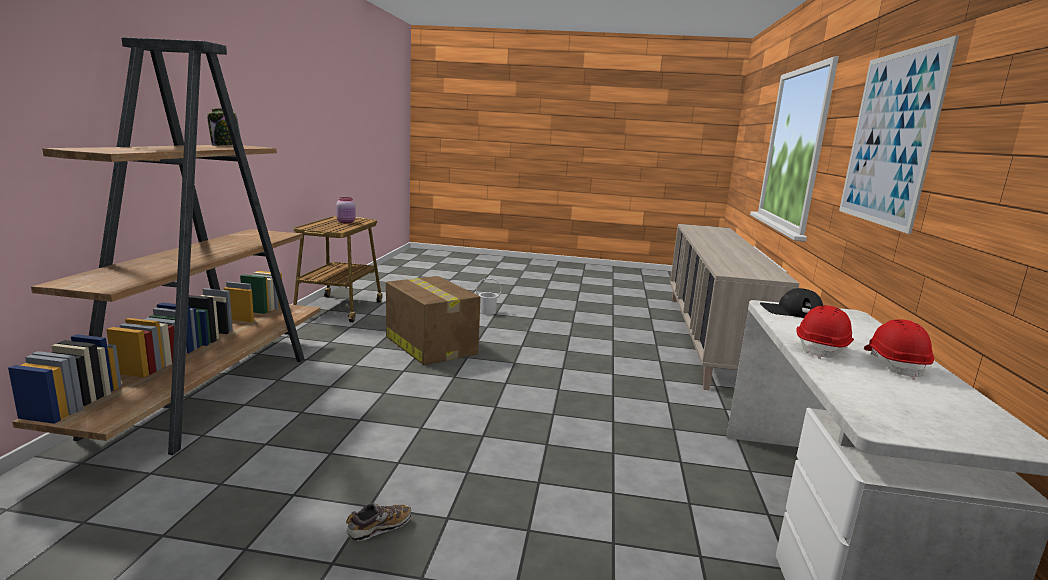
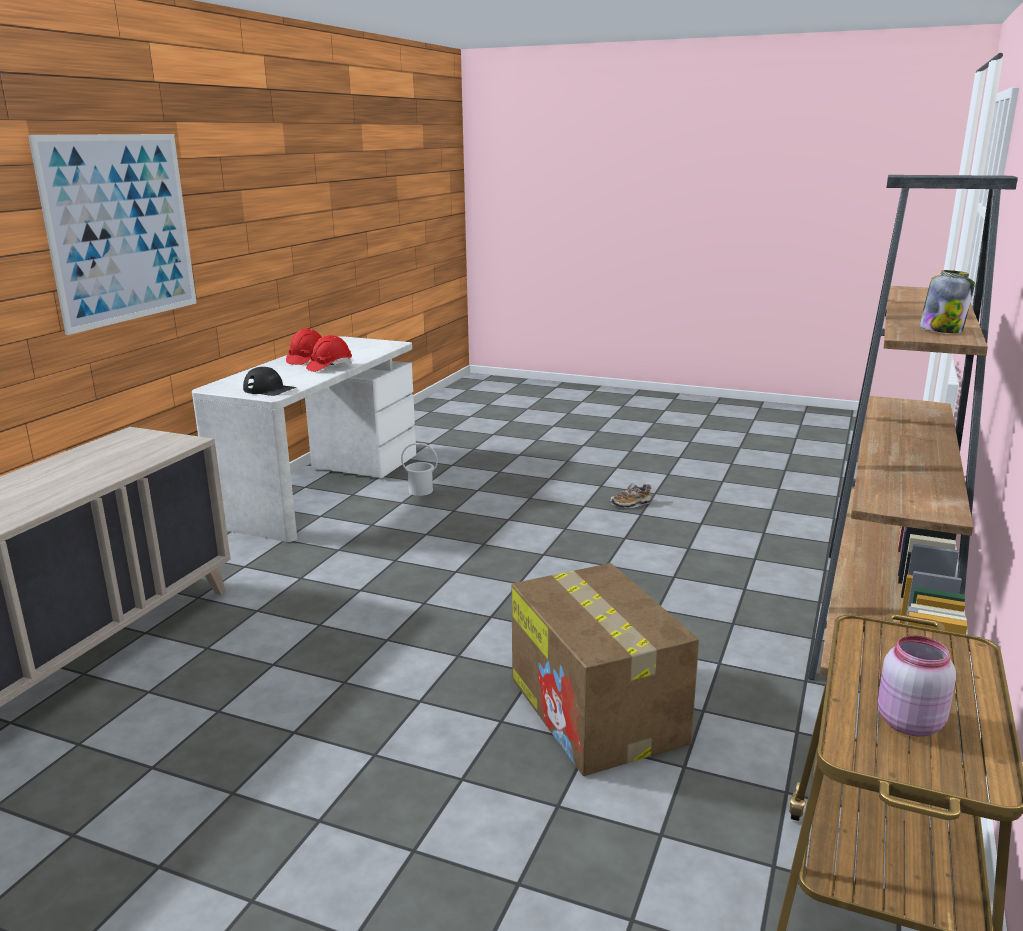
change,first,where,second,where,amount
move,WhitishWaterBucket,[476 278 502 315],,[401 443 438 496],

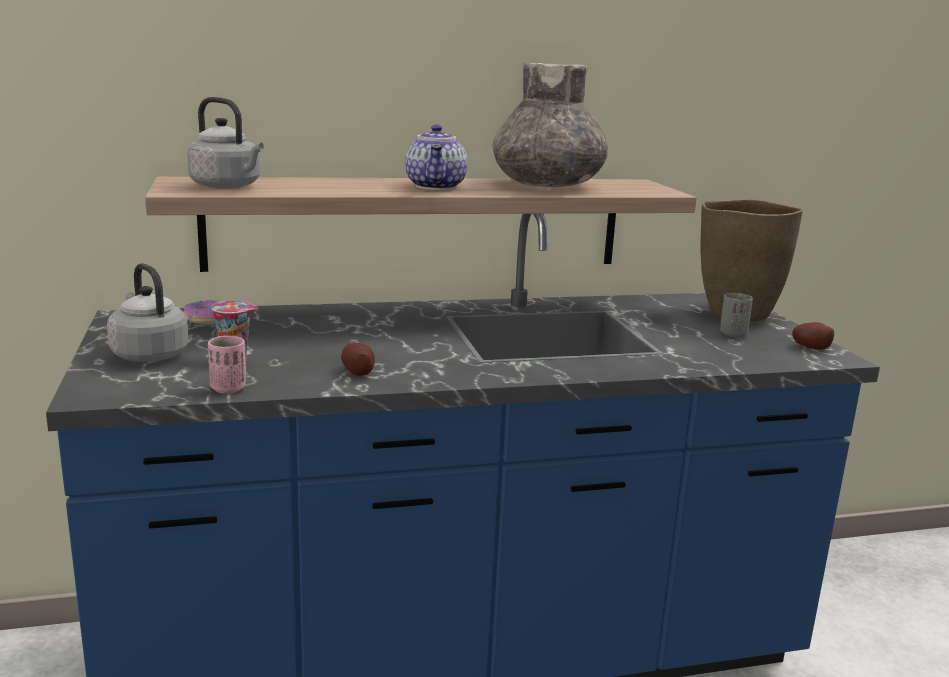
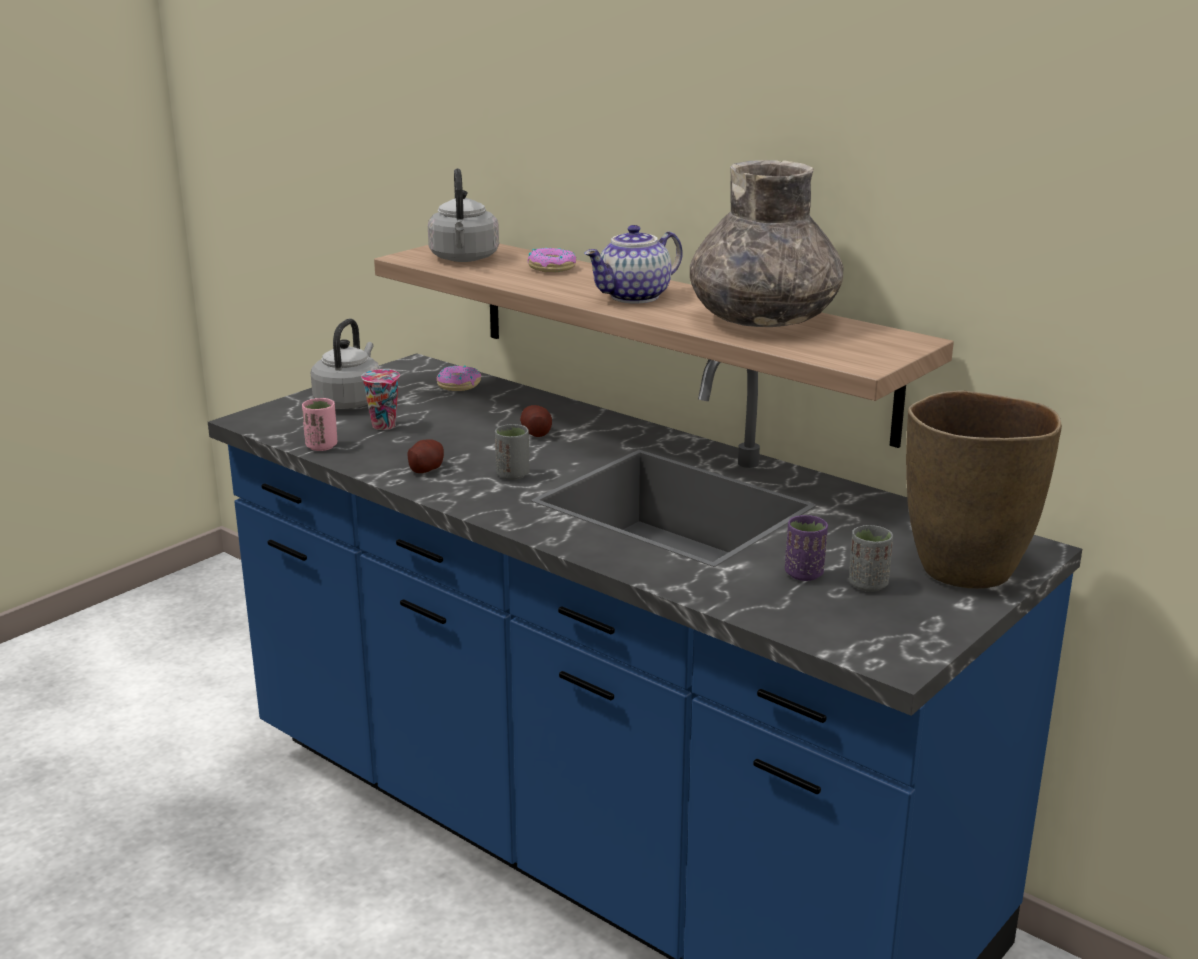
change,first,where,second,where,amount
move,Spud,[792 322 834 350],,[520 405 552 437],
insert,,,RingDoughnut,[528 248 576 273],
insert,,,GreyCup,[495 424 529 480],
insert,,,PurpleColouredCup,[785 515 828 581],

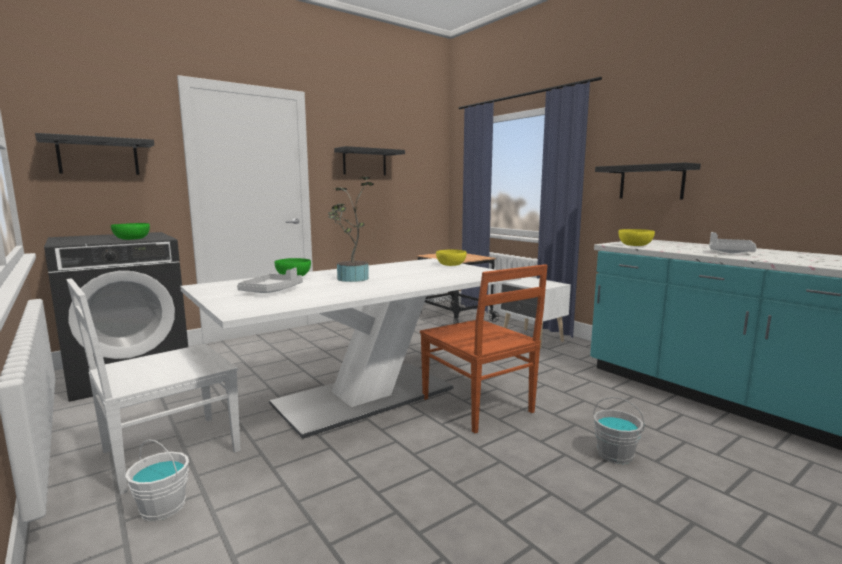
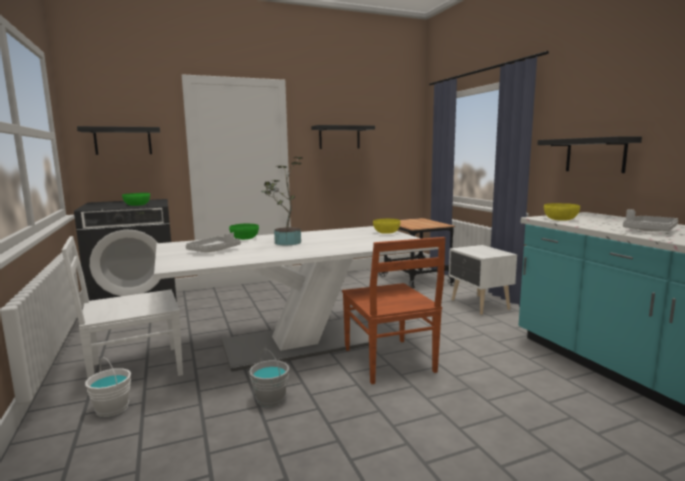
change,first,where,second,where,amount
move,GreyWaterBucket,[593 397 645 464],,[249 349 289 407],

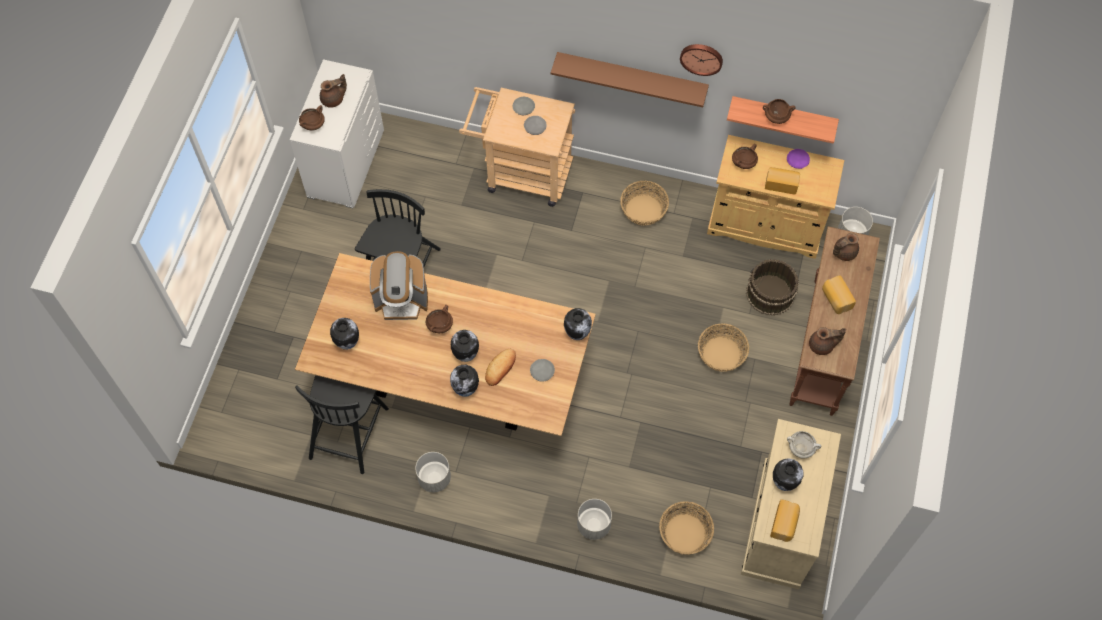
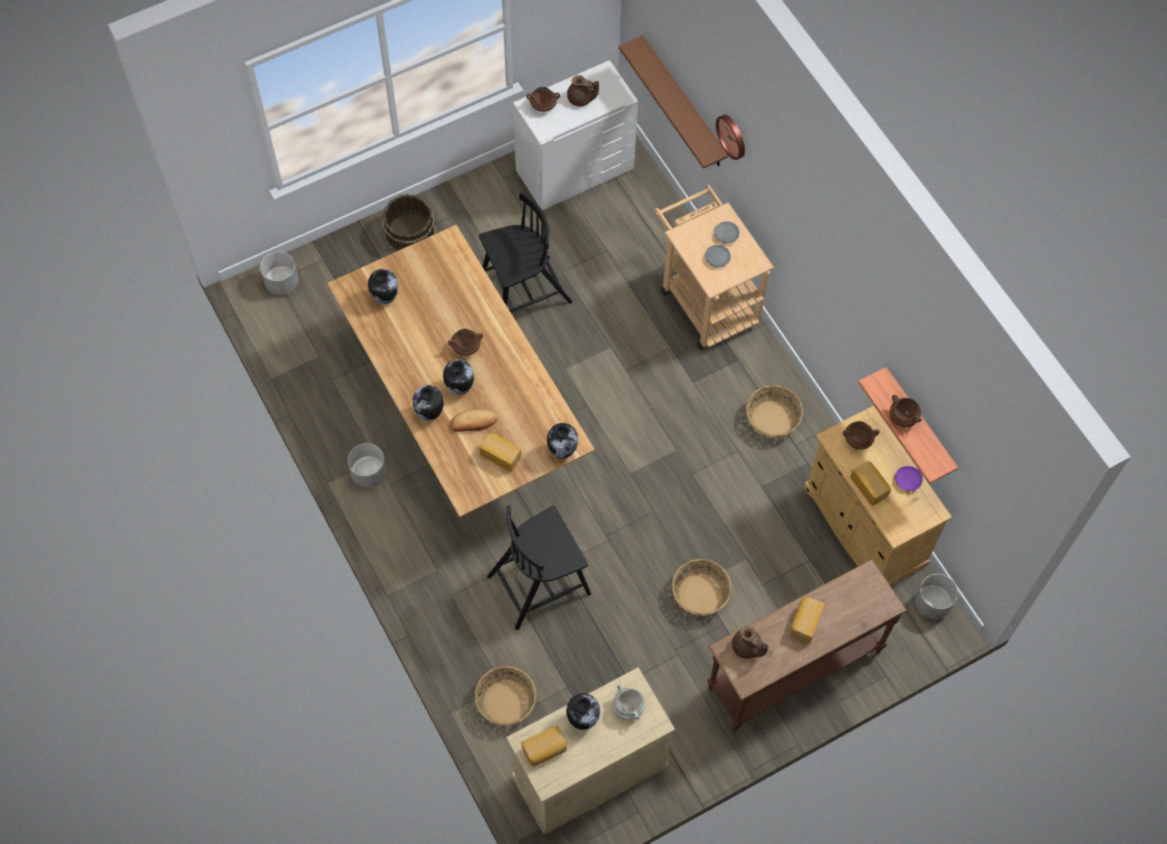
change,first,where,second,where,amount
move,HangingClock,[680 44 723 76],,[716 115 745 160],
move,BrownShelf,[551 52 709 107],,[619 35 728 169],
delete,BrownPotForTea,[833 233 859 261],,,
delete,CoffeeMachine,[370 251 428 320],,,
move,BrownWaterBucket,[746 259 799 316],,[382 194 436 252],
replace,GreyPlate,[530 359 555 382],BakeryBread,[479 433 521 472],
move,BlackUprightChair,[295 375 389 474],,[487 505 591 630],
move,GreyPlantPot,[577 499 612 540],,[260 252 298 295],

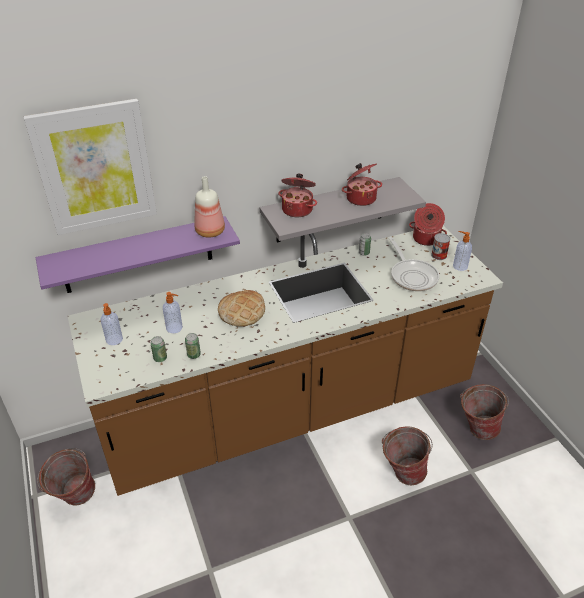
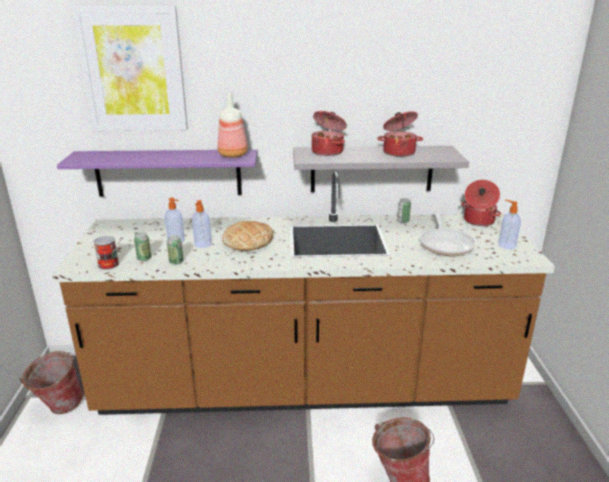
change,first,where,second,where,amount
move,MetalCan,[431 233 451 260],,[94 236 119 270],
move,SoapBottle,[101 303 123 345],,[192 200 212 248],
delete,WaterBucket,[460 384 509 440],,,

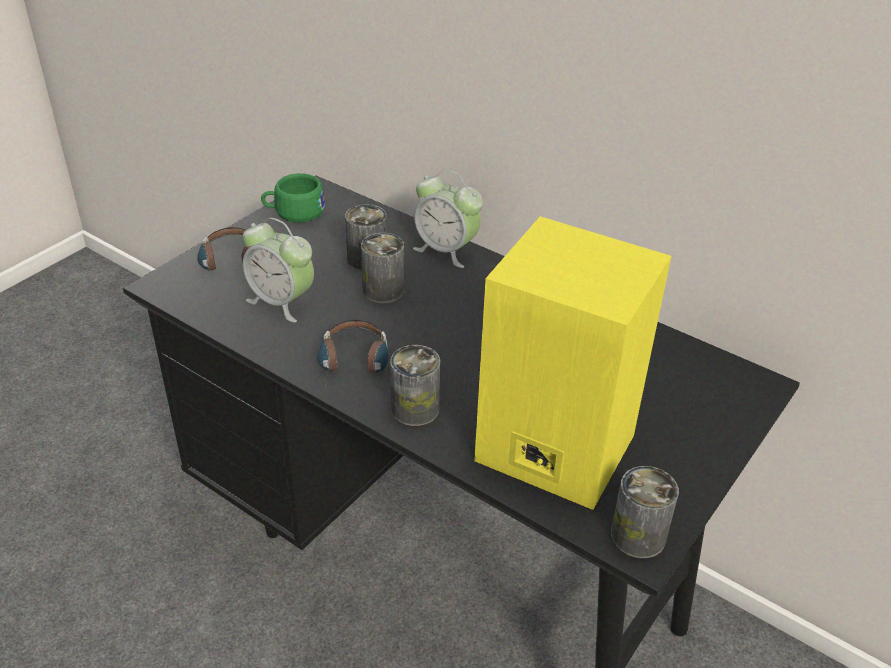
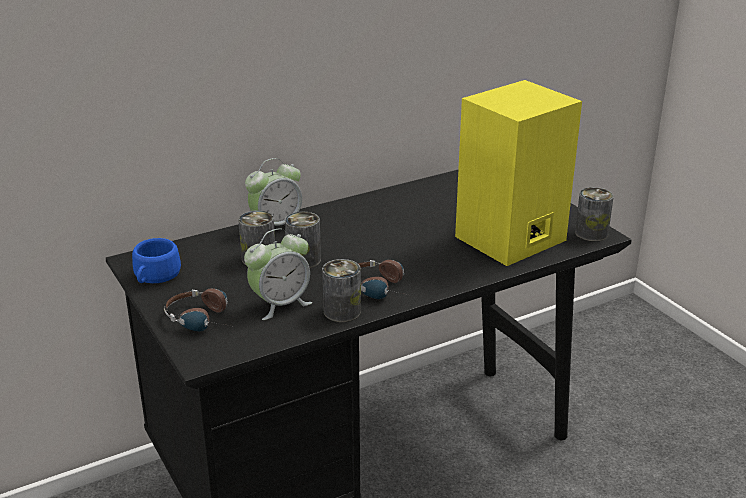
change,first,where,second,where,amount
recolor,GreenColouredCup,[261 173 325 223],BlueCup,[132 238 181 283],
move,MetalCan,[390 345 440 426],,[322 259 361 322],

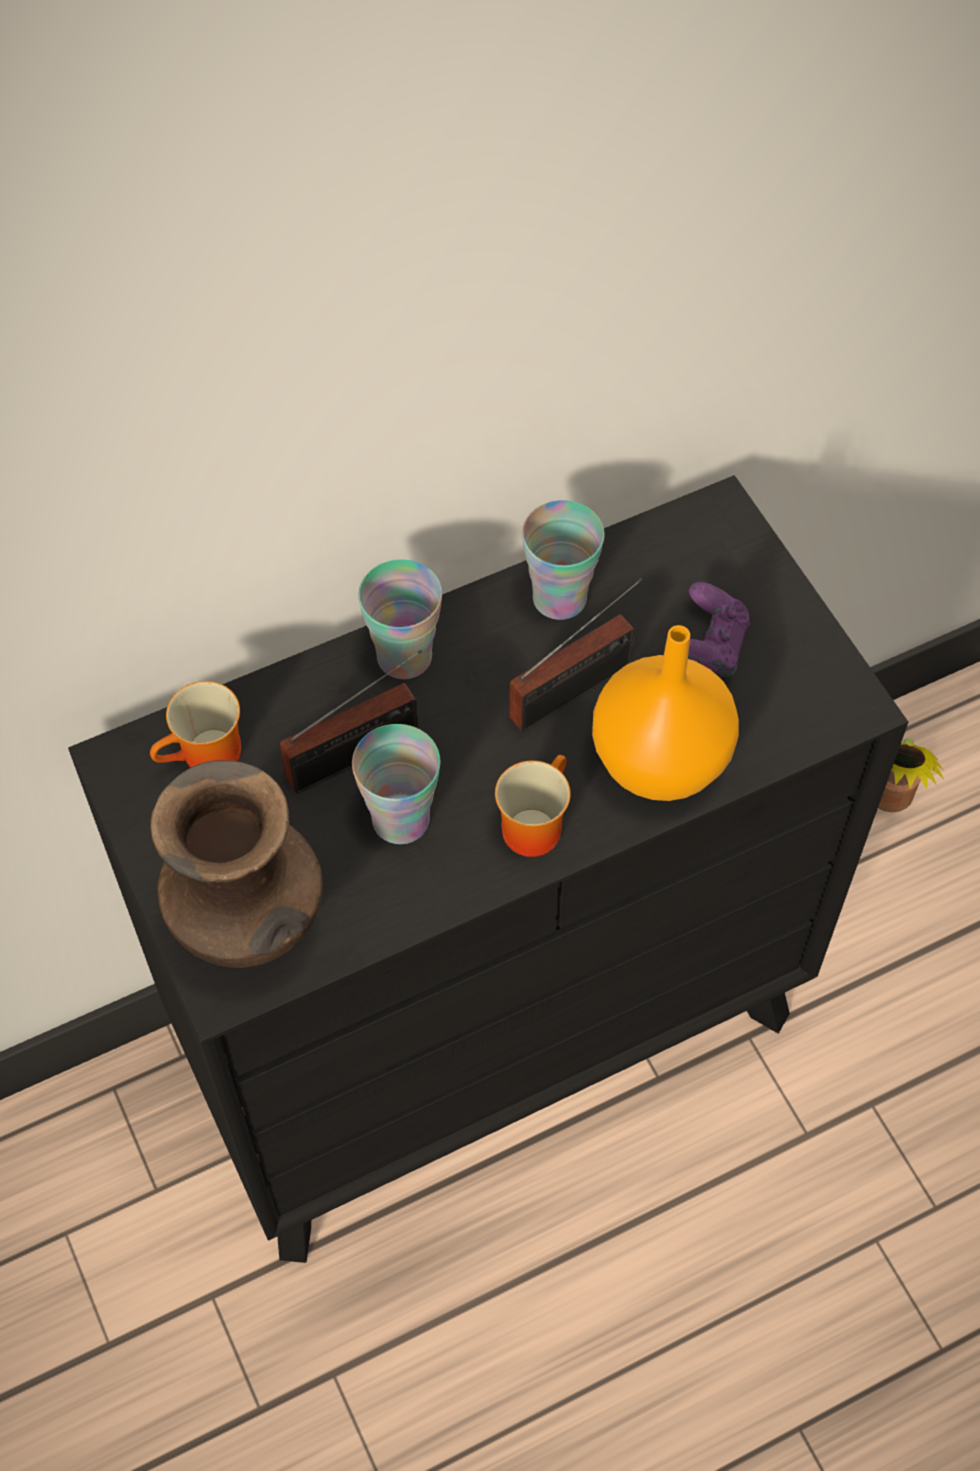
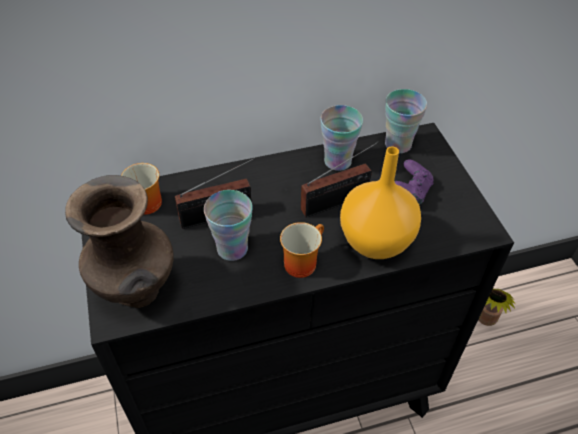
change,first,where,second,where,amount
move,Cup,[358 559 442 679],,[385 89 427 154],

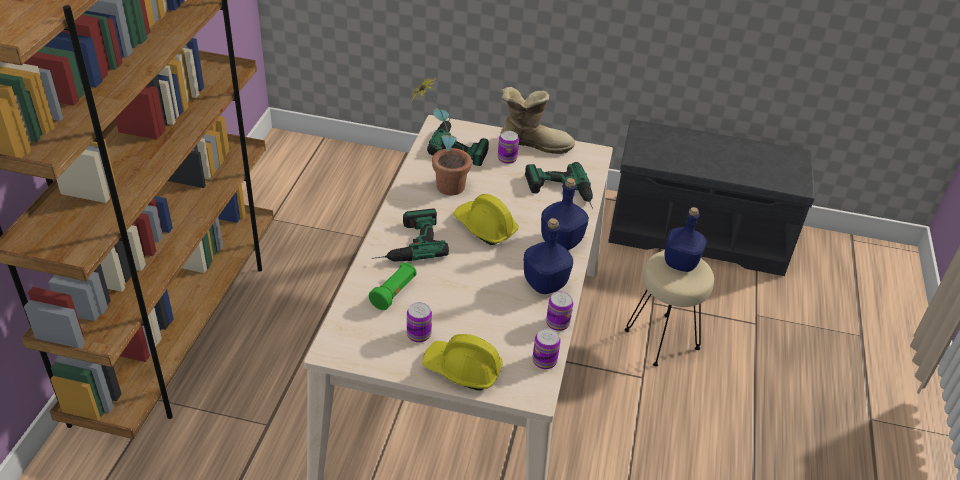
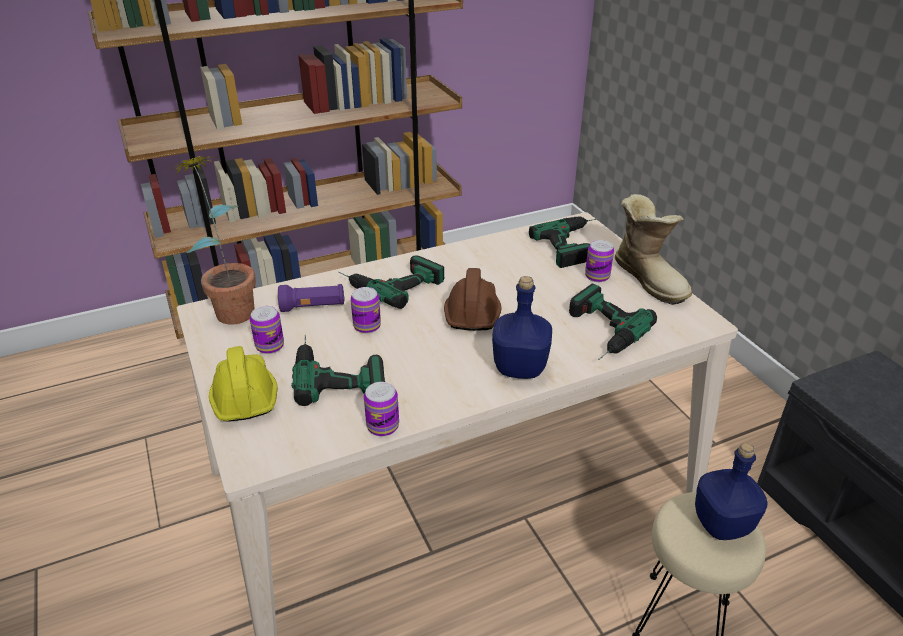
change,first,where,second,where,amount
move,PottedPlant,[410 77 472 195],,[170 156 256 325],
recolor,YellowColouredWorkHelmet,[453 194 519 245],BrownWorkHelmet,[444 268 502 331],
delete,BlueBeverageBottle,[524 218 573 294],,,
recolor,GreenColouredTorch,[369 263 417 310],PurpleColouredTorch,[278 284 345 312],
move,MetalCan,[532 329 561 369],,[351 287 381 334],
insert,,,PowerDrill,[291 335 385 406],

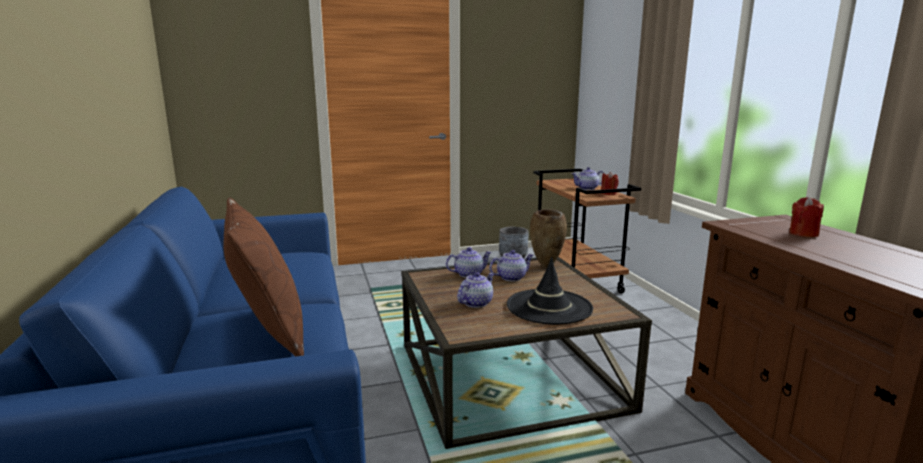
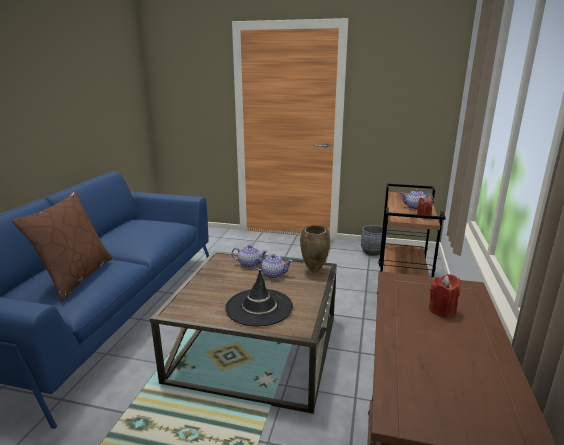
change,first,where,second,where,amount
delete,PotForTea,[457 272 494 308],,,

